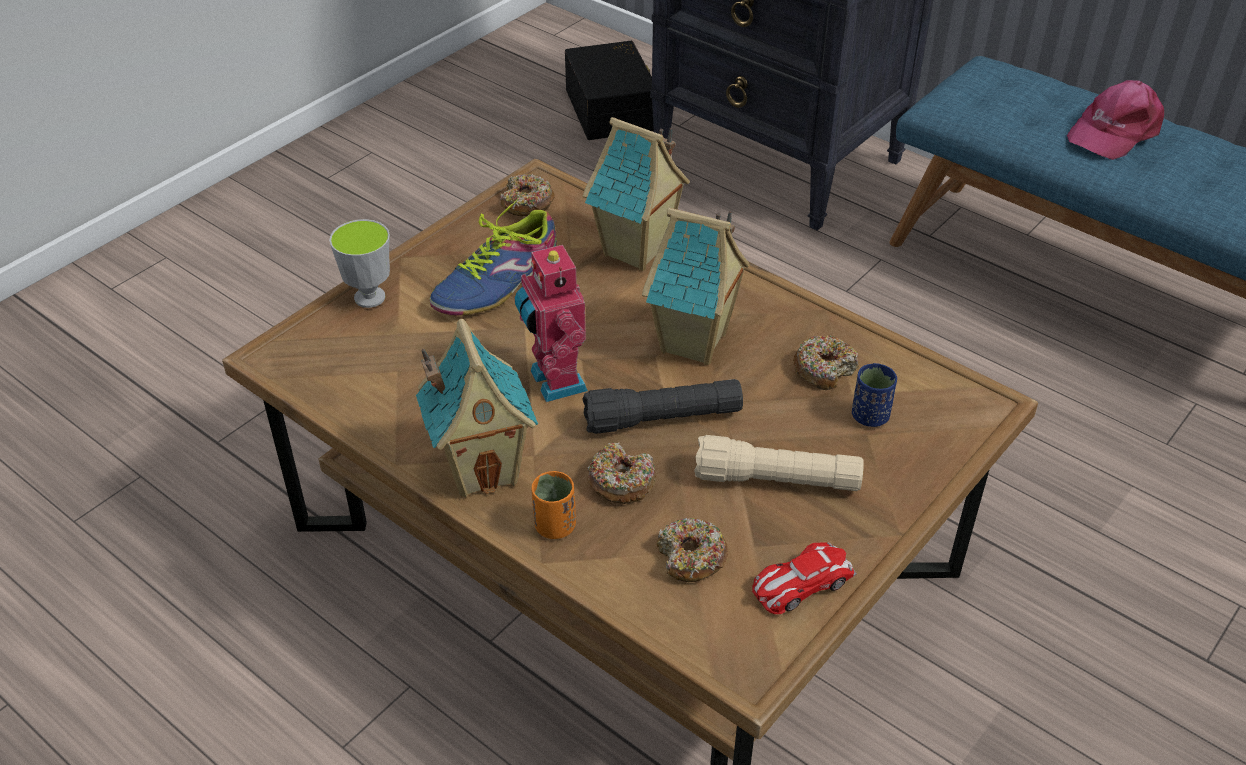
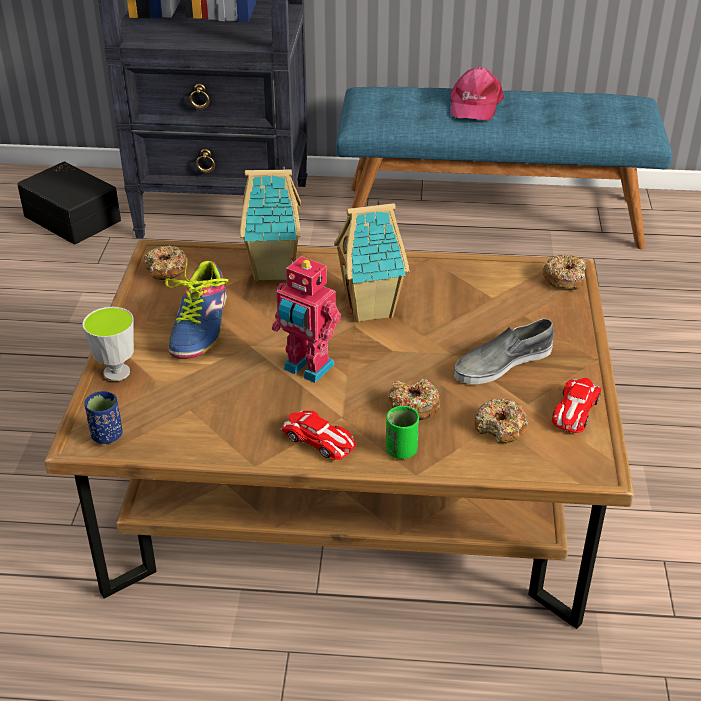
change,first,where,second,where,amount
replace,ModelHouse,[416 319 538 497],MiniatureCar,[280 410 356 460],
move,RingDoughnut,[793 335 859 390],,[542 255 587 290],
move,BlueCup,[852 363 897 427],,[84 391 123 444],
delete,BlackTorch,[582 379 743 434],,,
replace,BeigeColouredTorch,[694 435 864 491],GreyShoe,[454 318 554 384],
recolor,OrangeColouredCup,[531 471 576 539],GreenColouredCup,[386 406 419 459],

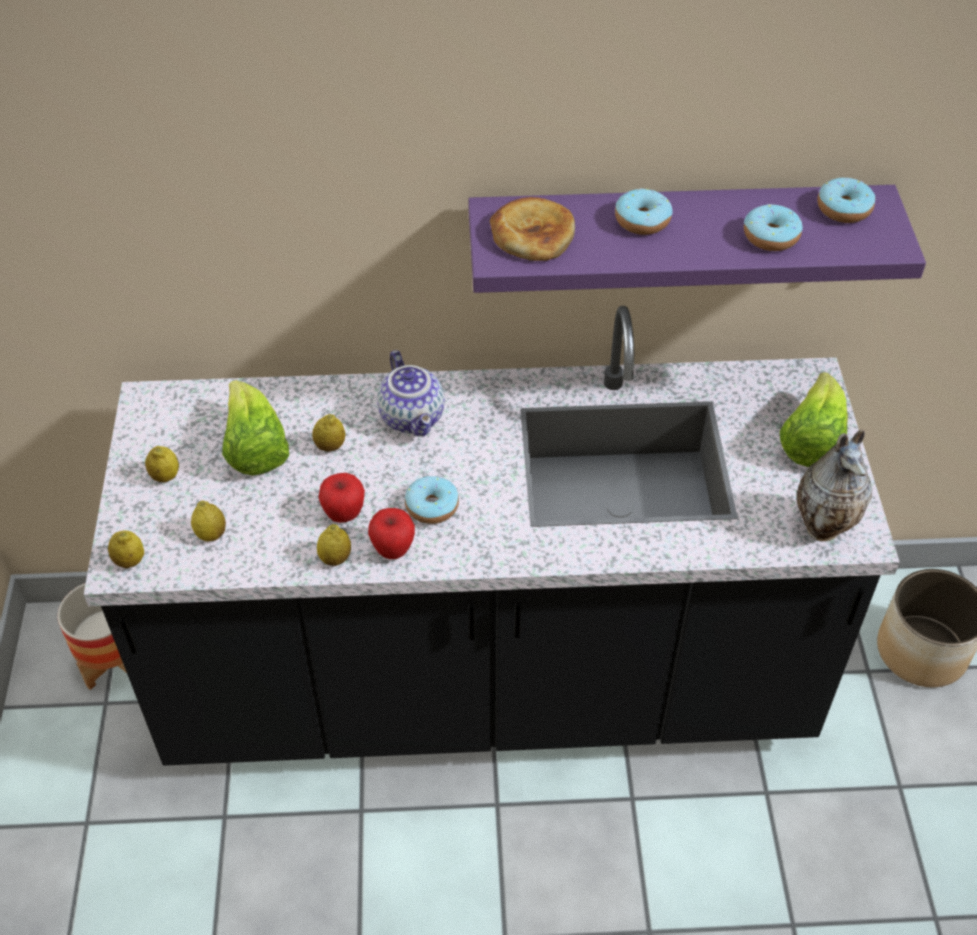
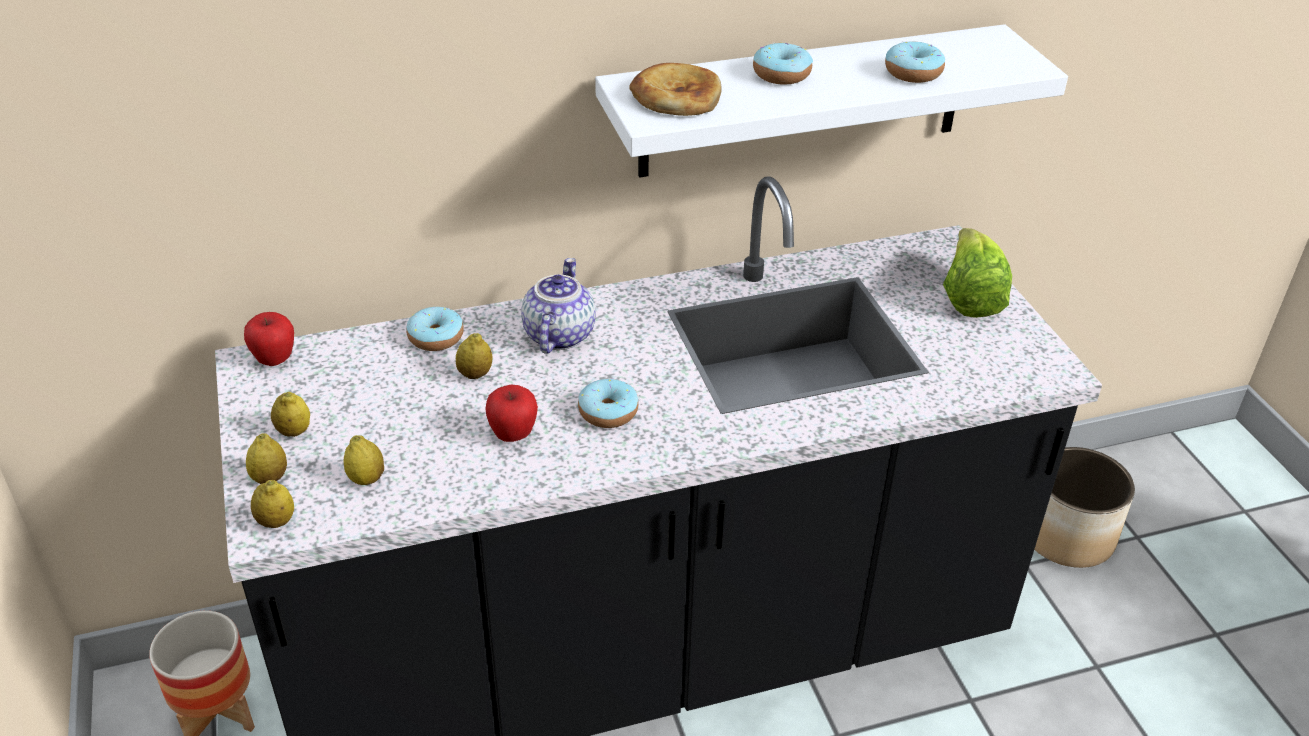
change,first,where,second,where,amount
move,RingDoughnut,[817 178 875 223],,[406 307 464 351],
recolor,PurpleColouredShelf,[468 185 926 293],WhitishShelf,[595 24 1068 178],
rotate,PotForTea,[377 350 445 436],,[521 258 596 354],135 degrees counterclockwise
delete,Lettuce,[222 380 289 476],,,
delete,FlowerVase,[797 430 872 541],,,
move,AppleFruit,[368 508 415 559],,[244 312 294 366],
move,WholeLemon,[317 524 351 566],,[246 433 287 484],

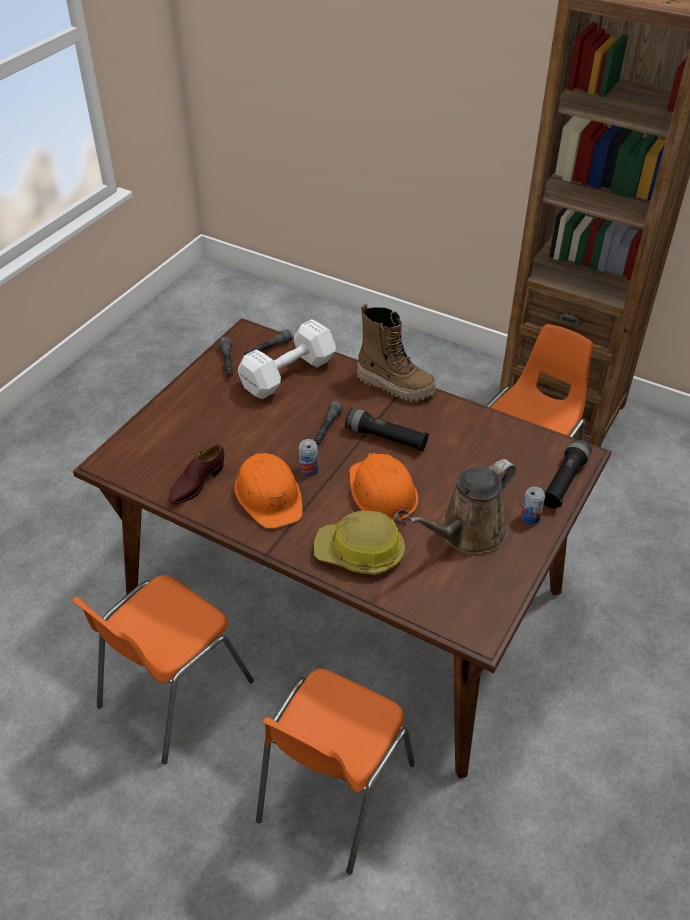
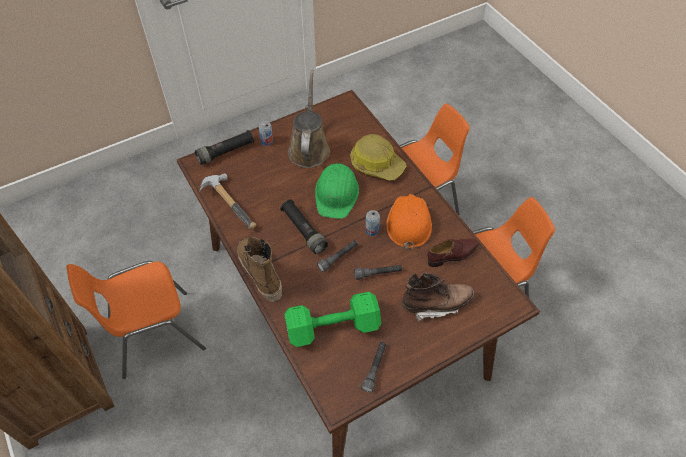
change,first,where,second,where,amount
recolor,WhitishDumbbell,[238 319 336 399],GreenColouredDumbbell,[284 292 381 347],
move,GreyTorch,[244 329 292 355],,[354 265 402 280],
recolor,OrangeColouredWorkHelmet,[349 453 419 524],GreenColouredWorkHelmet,[315 163 359 219],
rotate,BrownWateringCan,[408 459 516 554],,[288 70 330 168],75 degrees counterclockwise
insert,,,ToolHammer,[199 173 256 229],
insert,,,BrownBoot,[402 272 474 321],

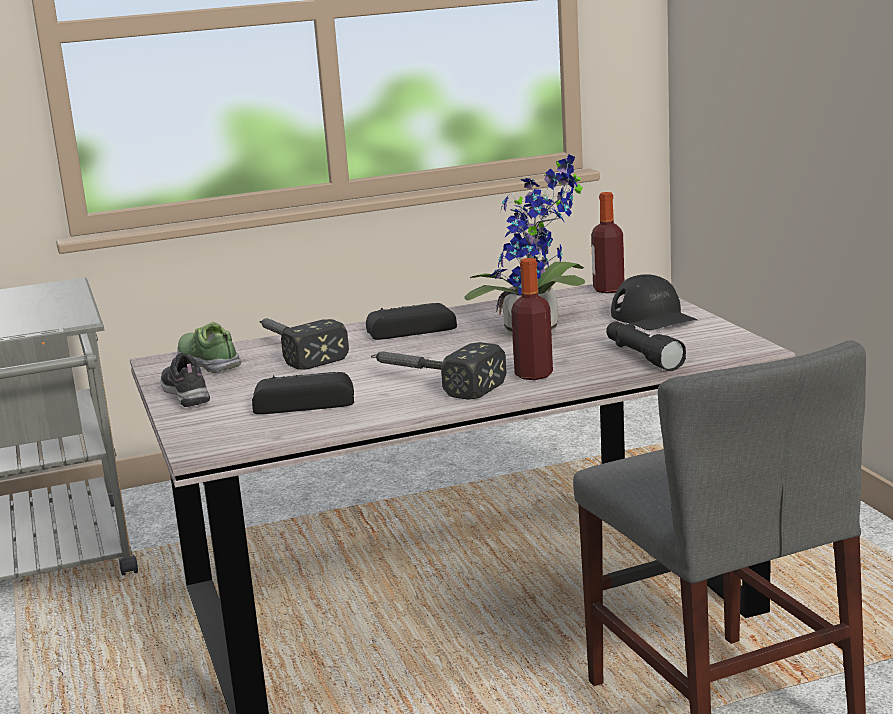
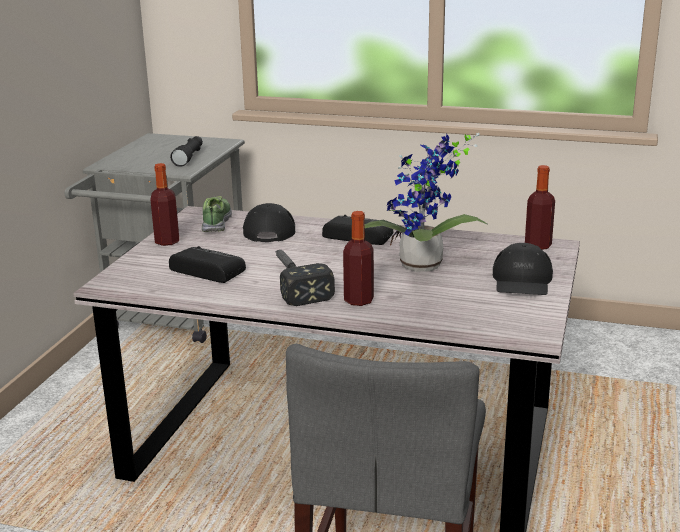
change,first,where,second,where,amount
replace,ToolHammer,[260 318 349 369],BlackCap,[243 203 295 242],
move,BlackTorch,[606 321 686 371],,[170 136 203 167],
replace,Shoe,[161 353 210 407],BeverageBottle,[151 163 179 246],

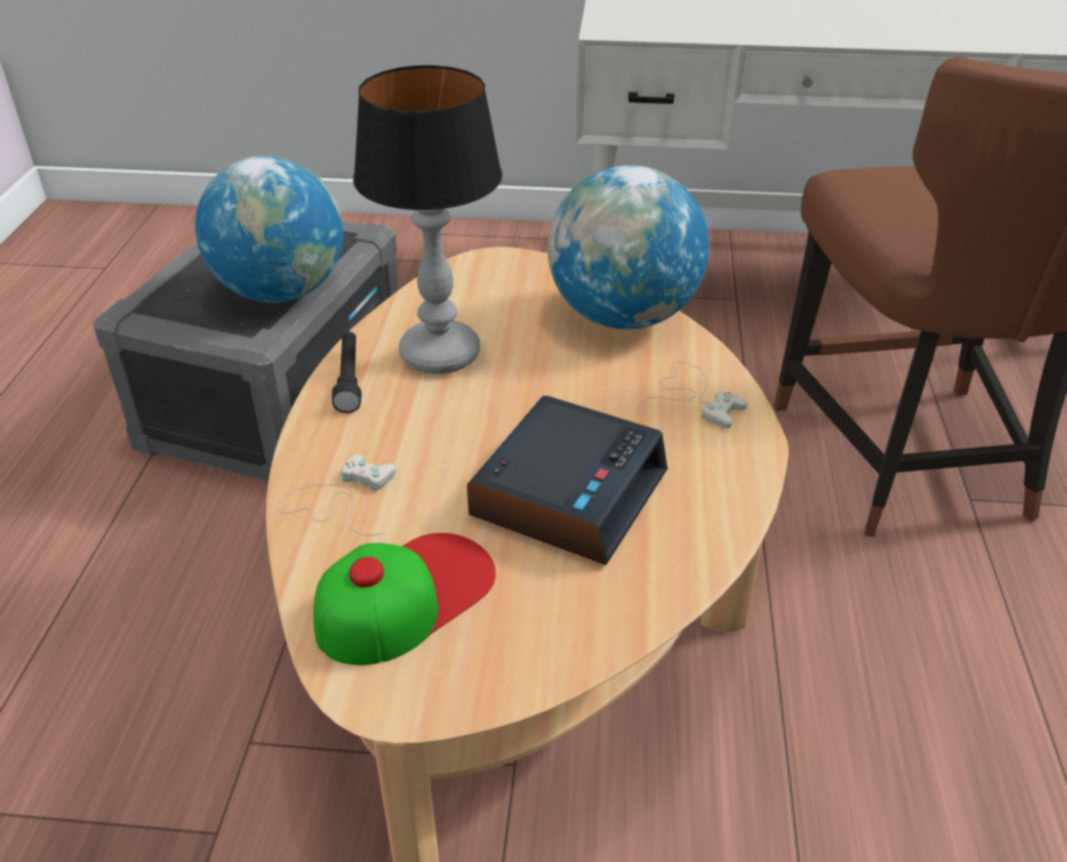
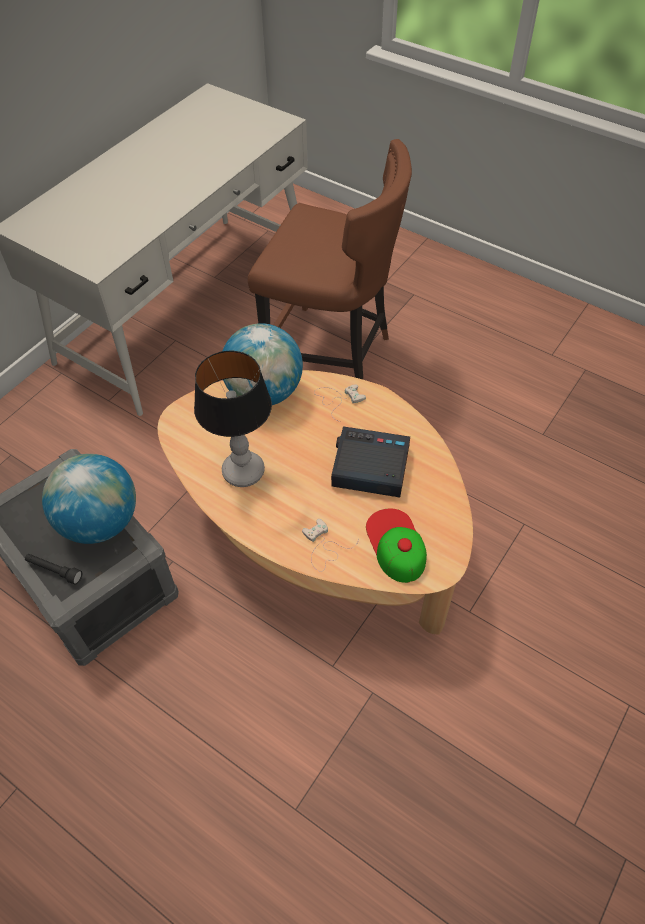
change,first,where,second,where,amount
move,BlackTorch,[332 332 362 413],,[25 554 82 584],
rotate,AlarmClock,[467 396 668 565],,[331 426 410 497],45 degrees counterclockwise

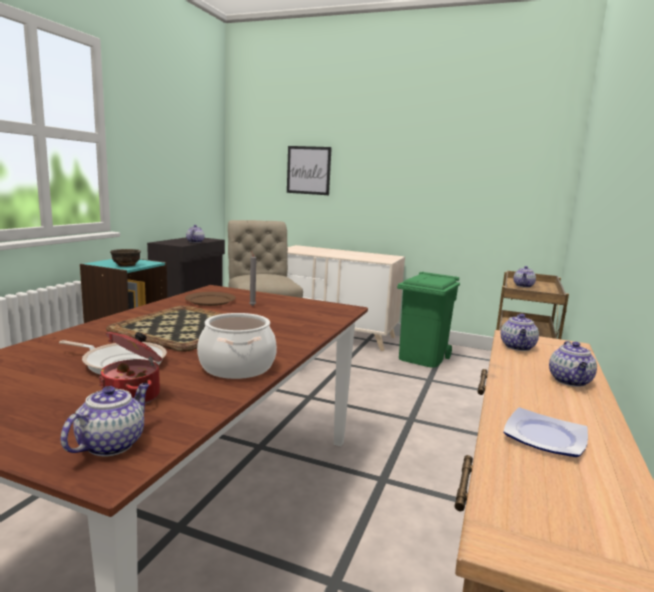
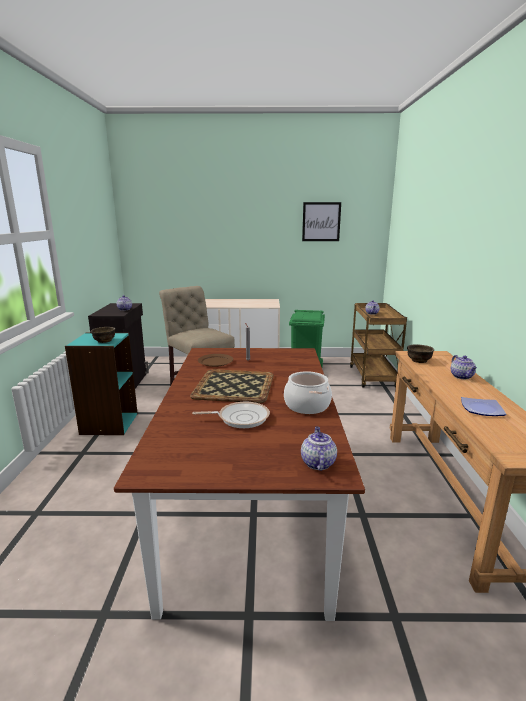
change,first,where,second,where,amount
move,Picture,[287 146 332 195],,[302 202 341 241],
replace,PotForTea,[501 314 539 351],BrownServingBowl,[407 344 434 363],
delete,Saucepot,[99 332 162 404],,,

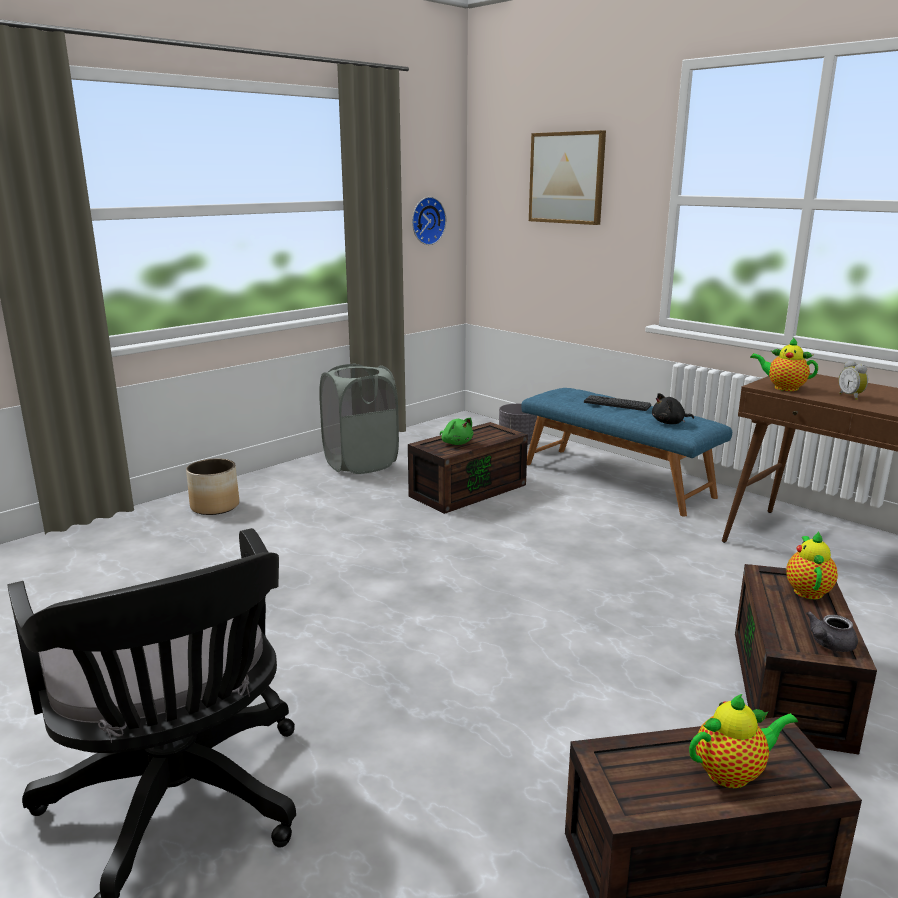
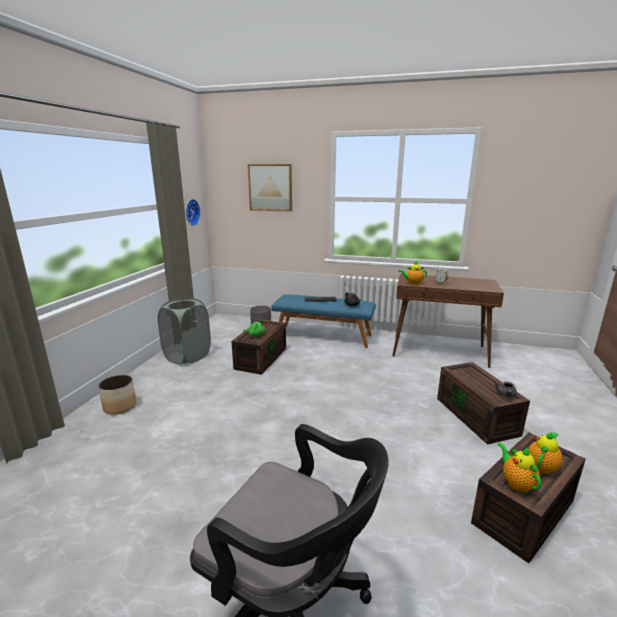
change,first,where,second,where,amount
move,PotForTea,[786 531 838 599],,[497 443 541 492],

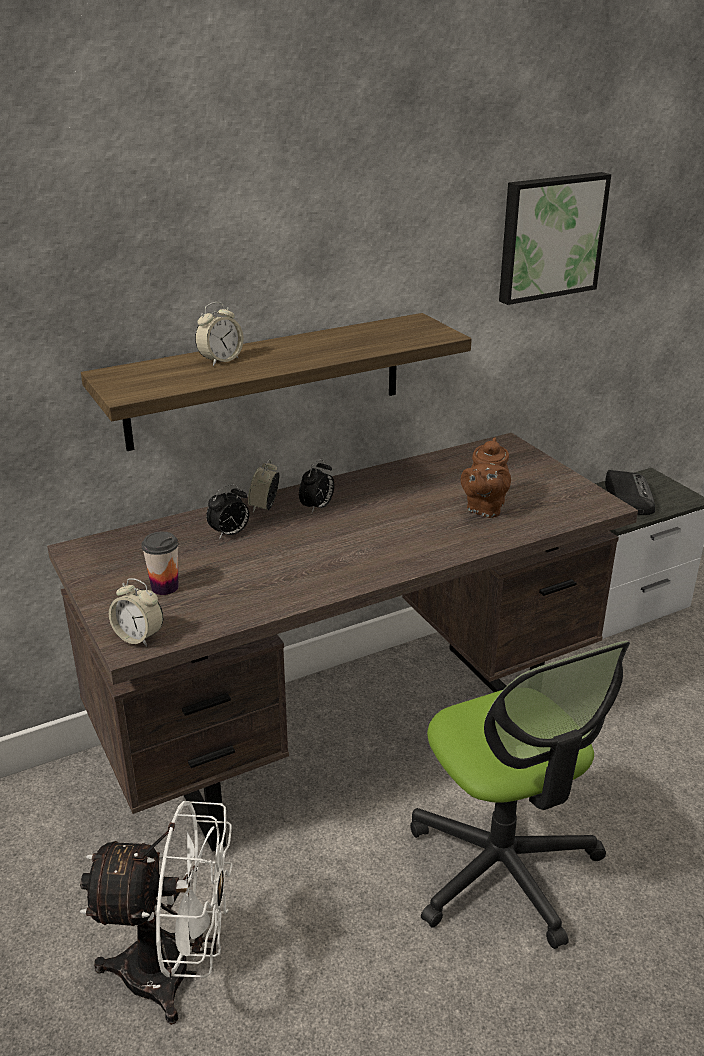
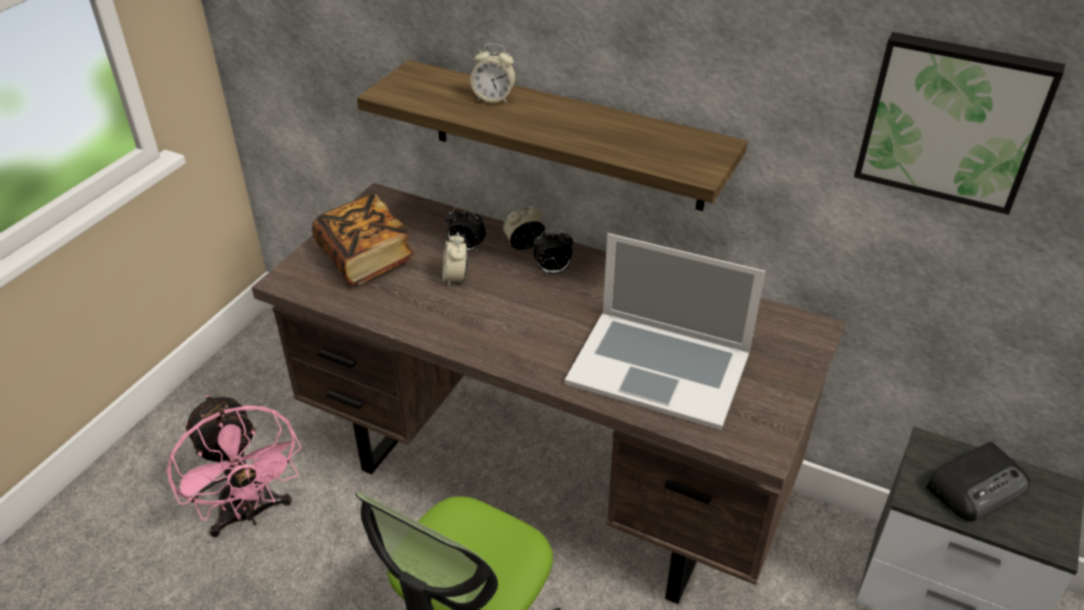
change,first,where,second,where,amount
replace,BrownPotForTea,[461 437 511 518],NotebookComputer,[565 233 765 430],
replace,Cup,[141 531 179 595],Book,[312 194 415 286],
move,AlarmClock,[109 578 163 647],,[442 232 468 287],
recolor,WhitishFan,[80 801 232 1025],PinkishFan,[167 395 302 537],

